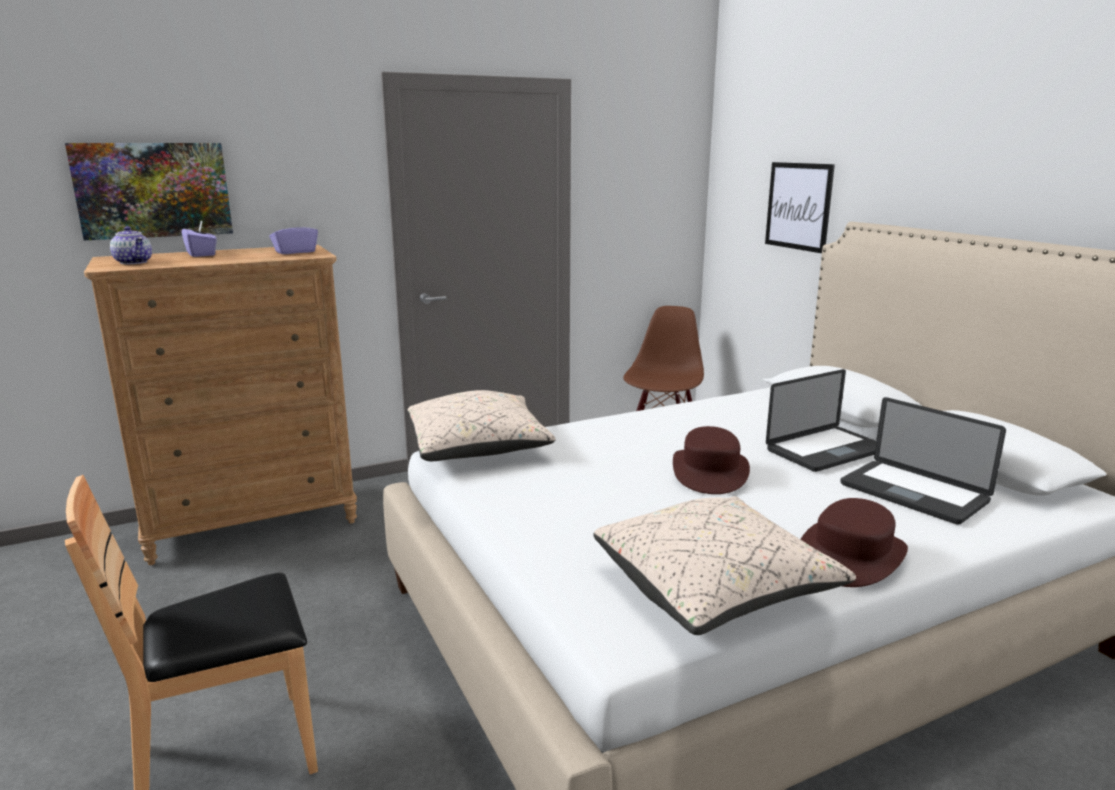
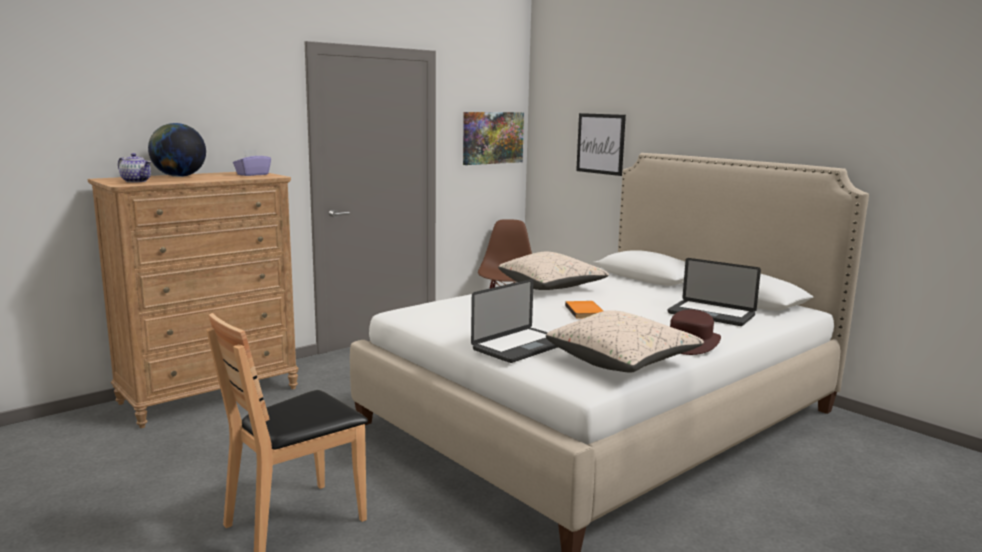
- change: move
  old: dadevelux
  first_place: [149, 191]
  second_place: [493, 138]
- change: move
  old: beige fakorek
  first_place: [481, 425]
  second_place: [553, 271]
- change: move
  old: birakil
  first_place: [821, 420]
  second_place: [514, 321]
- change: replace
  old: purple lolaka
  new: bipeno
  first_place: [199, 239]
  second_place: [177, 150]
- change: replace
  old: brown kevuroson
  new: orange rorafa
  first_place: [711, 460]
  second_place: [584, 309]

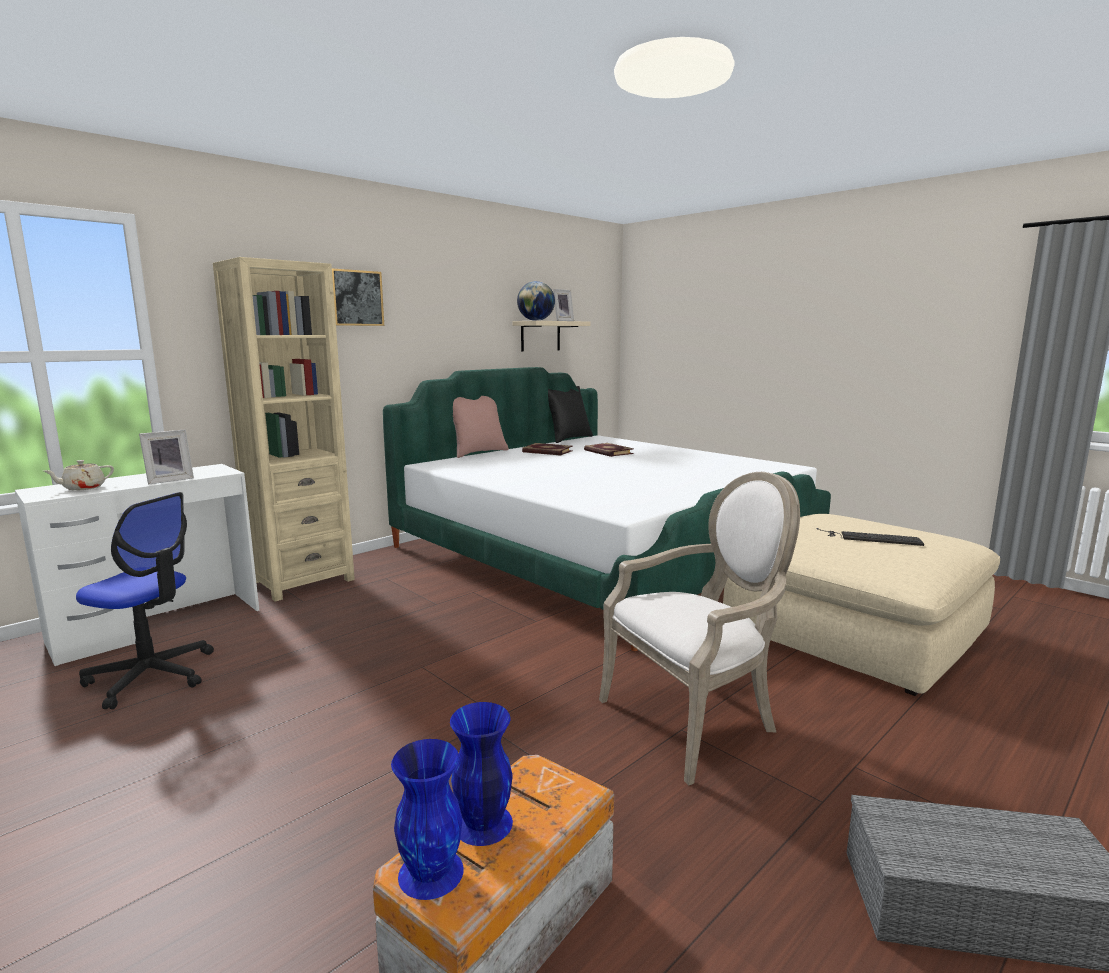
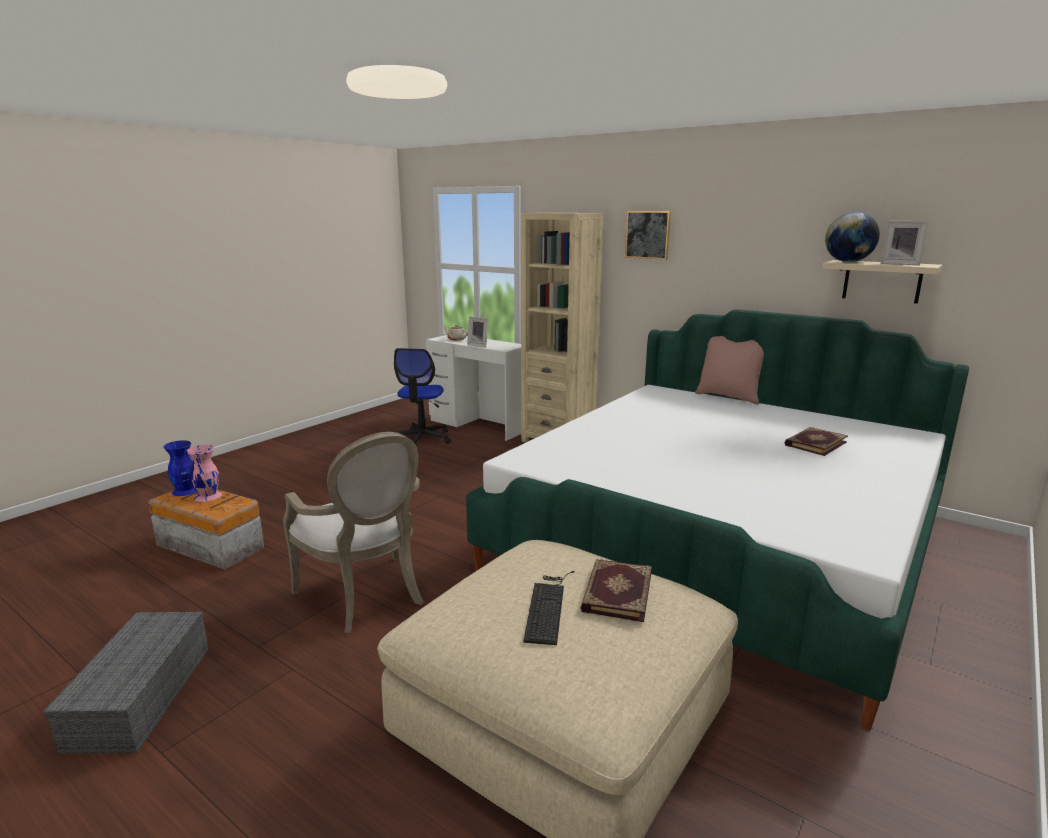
- change: delete
  old: black fakorek
  first_place: [570, 414]
- change: move
  old: rorafa
  first_place: [547, 449]
  second_place: [616, 590]
- change: recolor
  old: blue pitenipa
  new: pink pitenipa
  first_place: [481, 774]
  second_place: [204, 473]

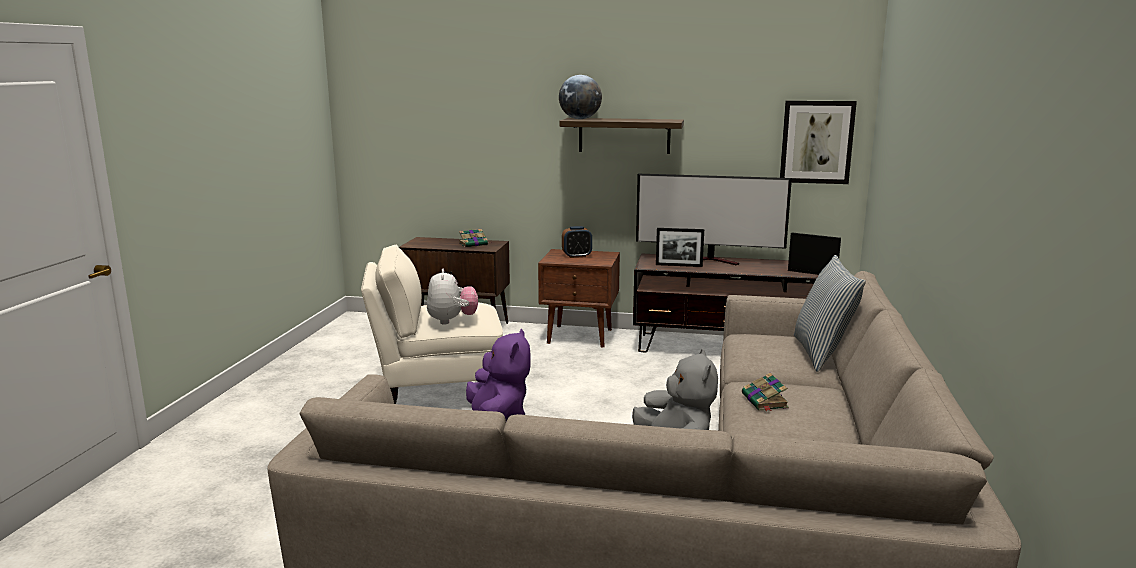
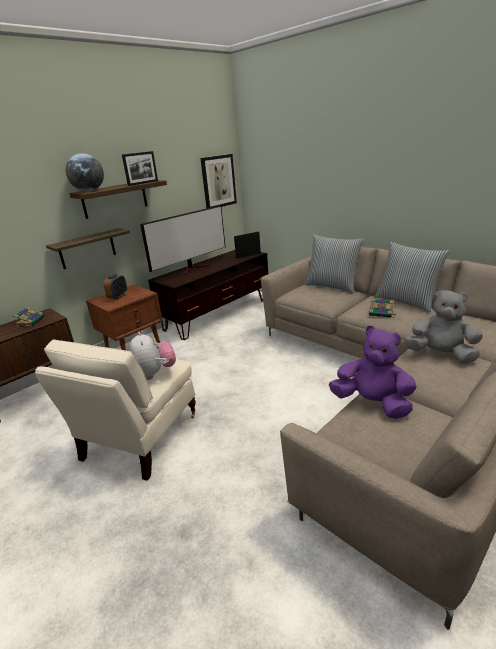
- change: insert
  new: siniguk
  second_place: [88, 248]
- change: insert
  new: fakorek
  second_place: [412, 277]
- change: move
  old: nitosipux
  first_place: [680, 247]
  second_place: [140, 168]
- change: rotate
  old: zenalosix
  first_place: [452, 297]
  second_place: [153, 356]
  degrees: 45

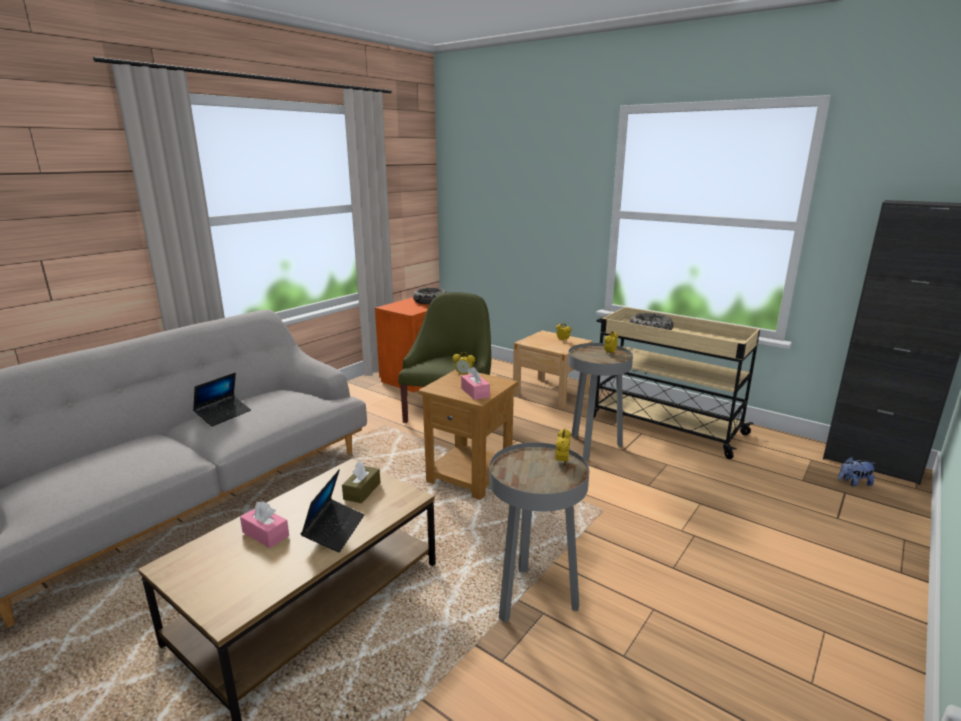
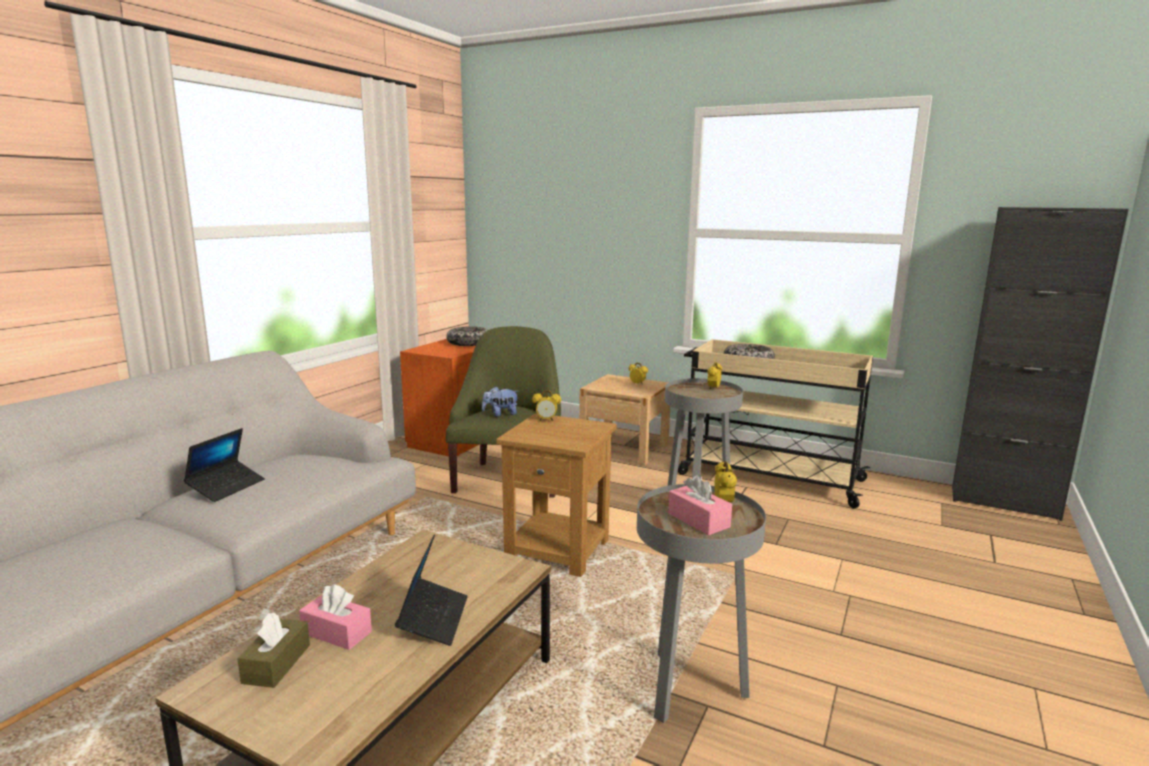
- change: move
  old: brown lolaka
  first_place: [361, 482]
  second_place: [273, 650]
- change: move
  old: pink lolaka
  first_place: [475, 383]
  second_place: [700, 505]
- change: move
  old: zenalosix
  first_place: [857, 472]
  second_place: [500, 401]

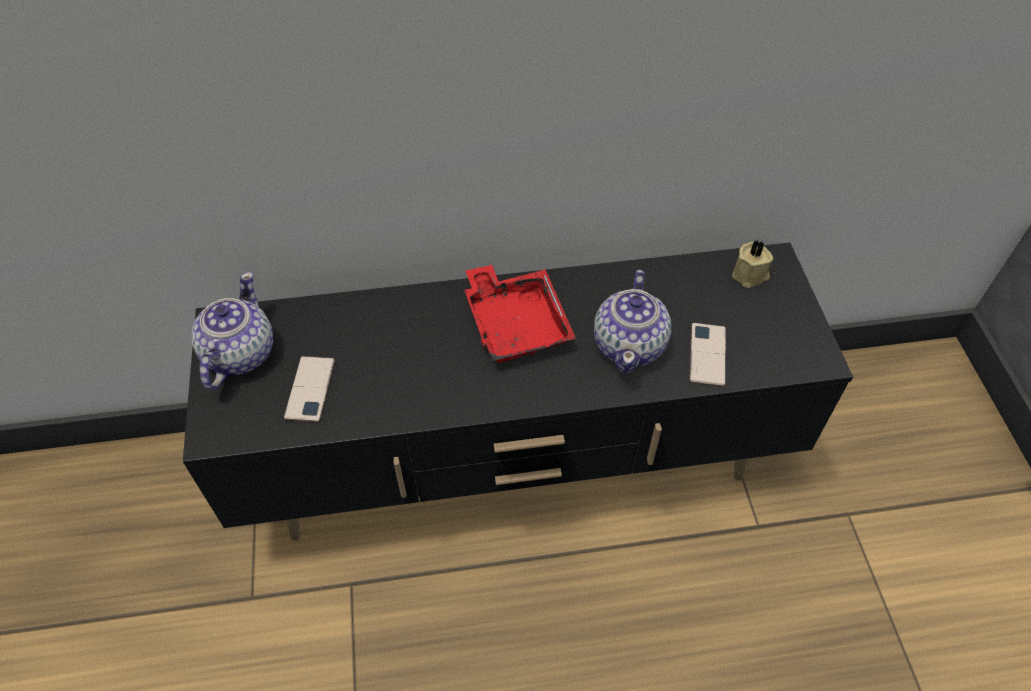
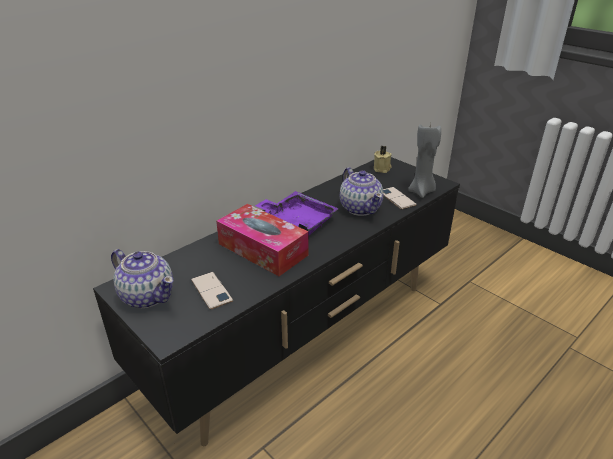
- change: insert
  new: lolaka
  second_place: [262, 240]
- change: insert
  new: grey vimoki
  second_place: [424, 160]
- change: recolor
  old: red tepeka
  new: purple tepeka
  first_place: [520, 313]
  second_place: [296, 213]
- change: rotate
  old: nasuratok
  first_place: [232, 331]
  second_place: [142, 278]
  degrees: 150

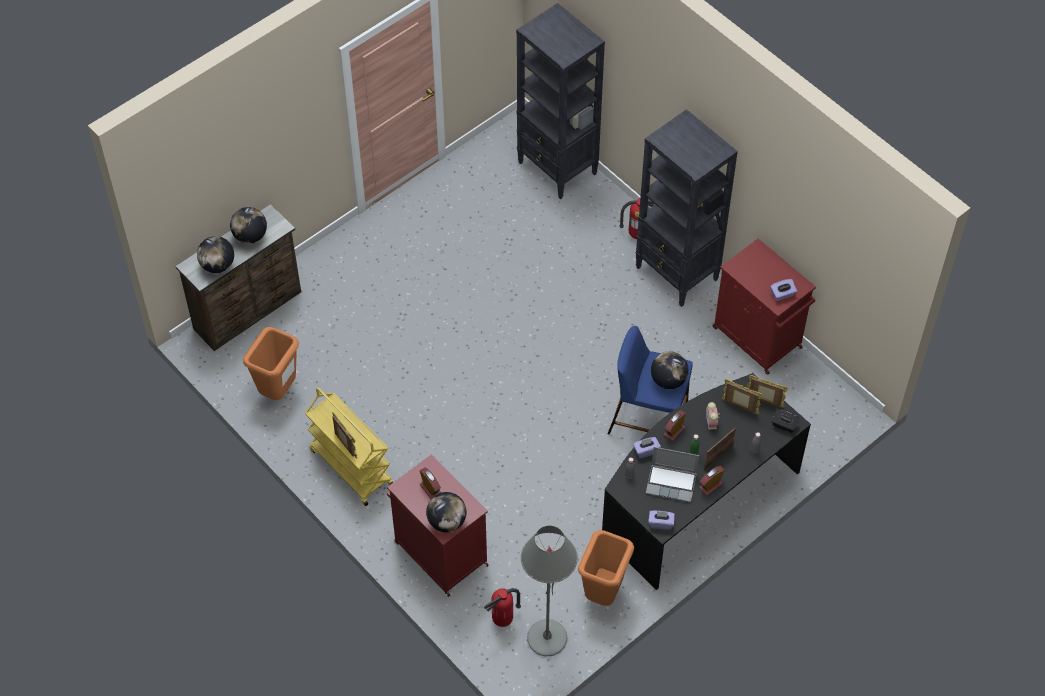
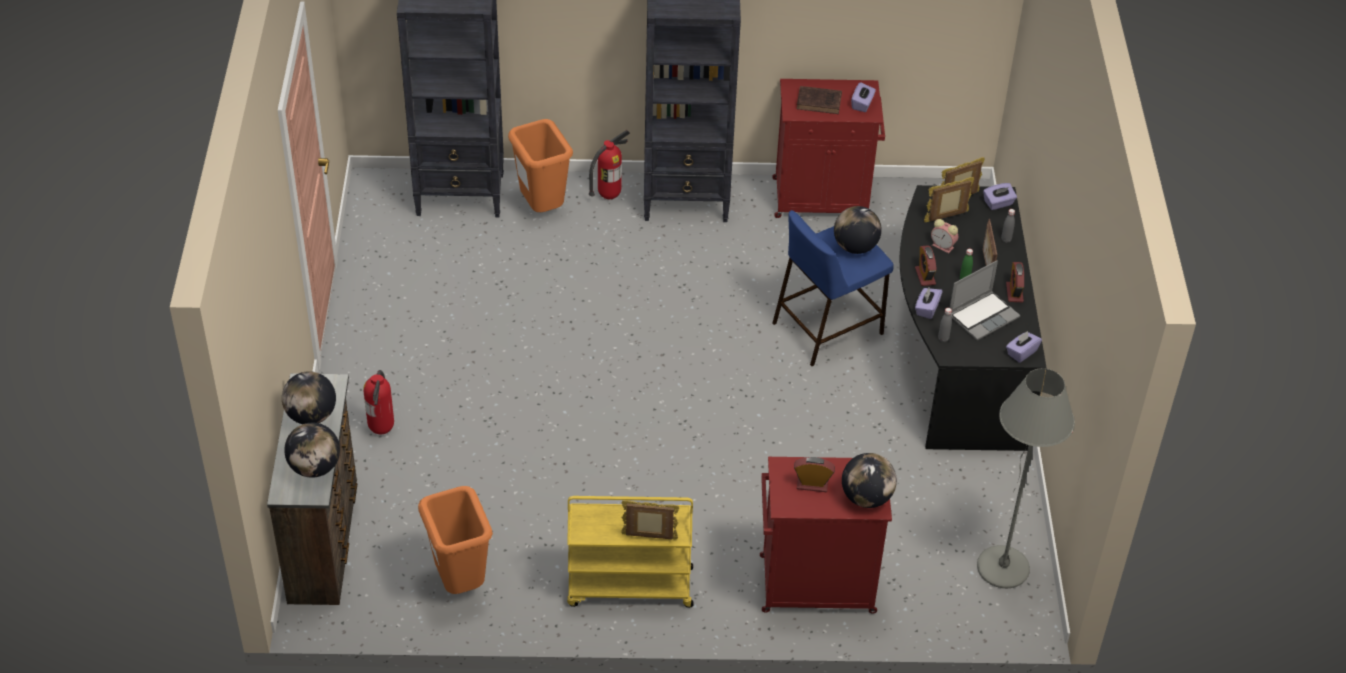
- change: insert
  new: brown rorafa
  second_place: [819, 100]
- change: move
  old: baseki
  first_place: [502, 607]
  second_place: [378, 402]
- change: move
  old: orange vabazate
  first_place: [606, 568]
  second_place: [540, 165]
- change: recolor
  old: black lolaka
  new: purple lolaka
  first_place: [786, 421]
  second_place: [1000, 196]

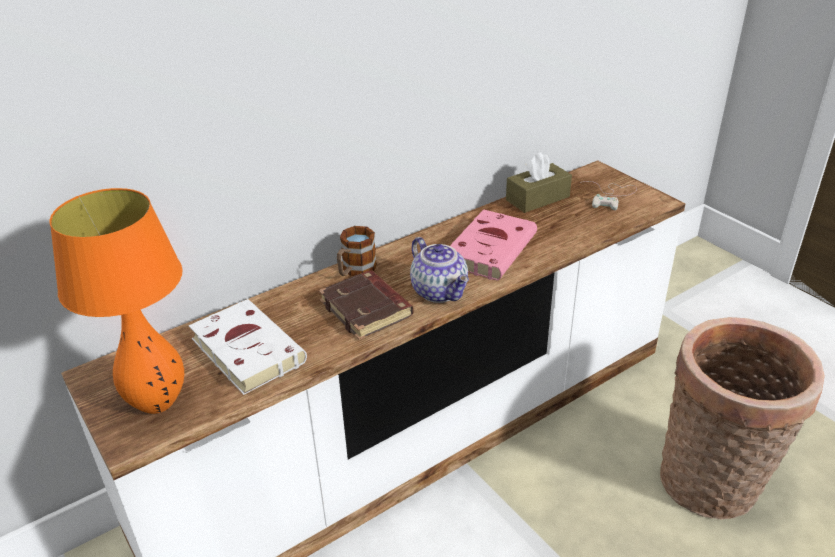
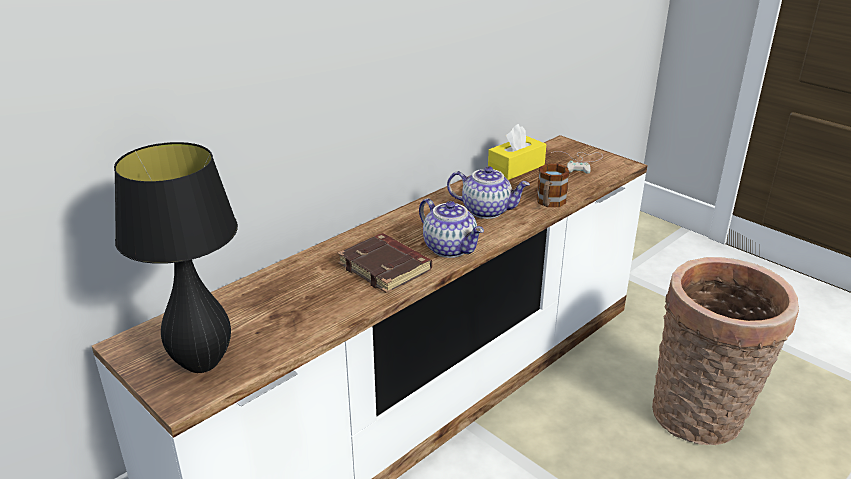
- change: delete
  old: white rorafa
  first_place: [248, 347]
- change: move
  old: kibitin
  first_place: [357, 251]
  second_place: [553, 185]
- change: replace
  old: pink rorafa
  new: nasuratok
  first_place: [493, 245]
  second_place: [488, 192]
- change: recolor
  old: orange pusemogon
  new: black pusemogon
  first_place: [117, 301]
  second_place: [176, 257]
- change: recolor
  old: brown lolaka
  new: yellow lolaka
  first_place: [539, 182]
  second_place: [517, 152]

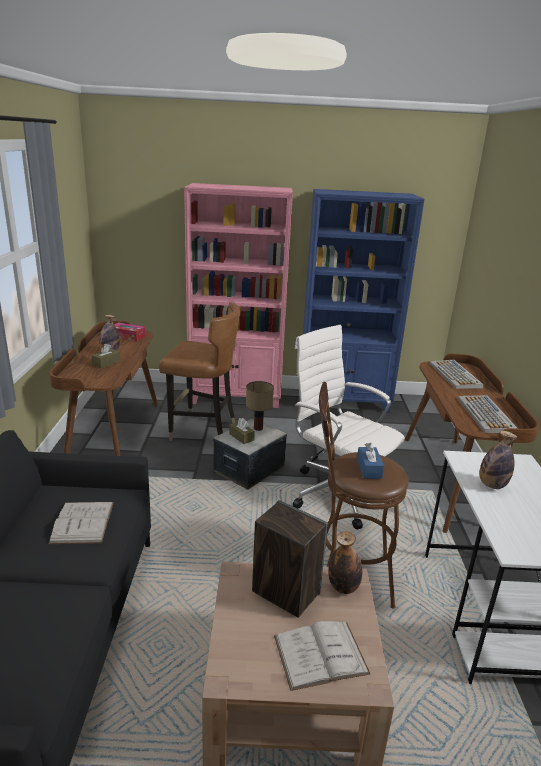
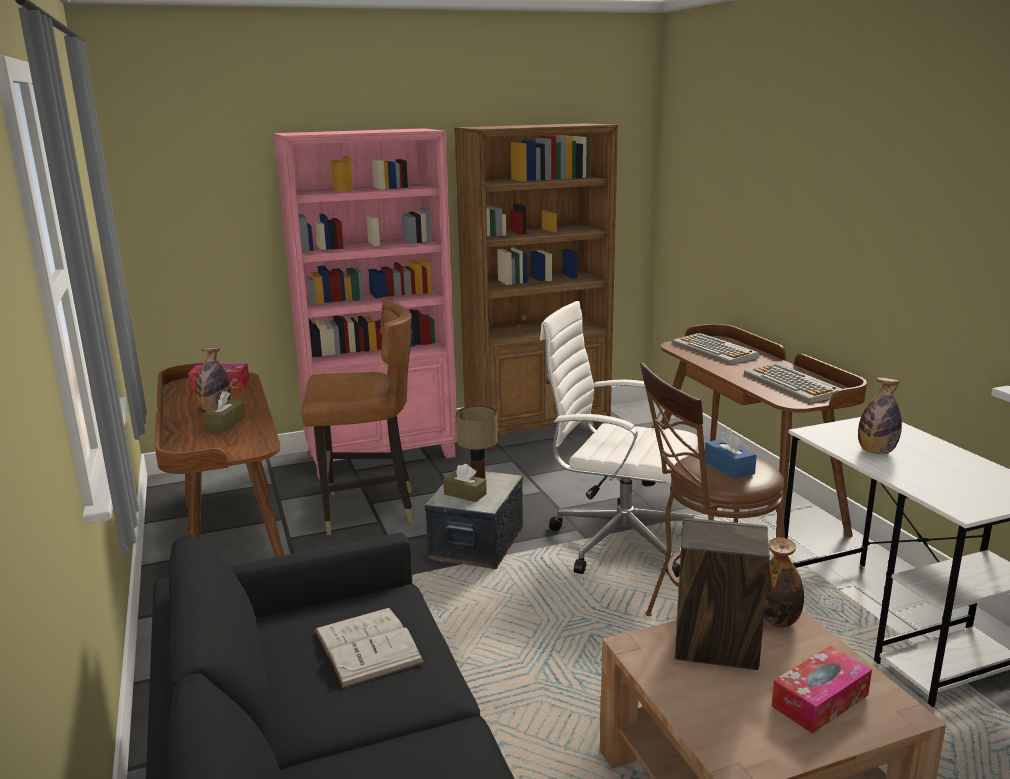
- change: replace
  old: white rorafa
  new: lolaka
  first_place: [322, 656]
  second_place: [821, 690]
- change: recolor
  old: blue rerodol
  new: brown rerodol
  first_place: [363, 301]
  second_place: [536, 287]

